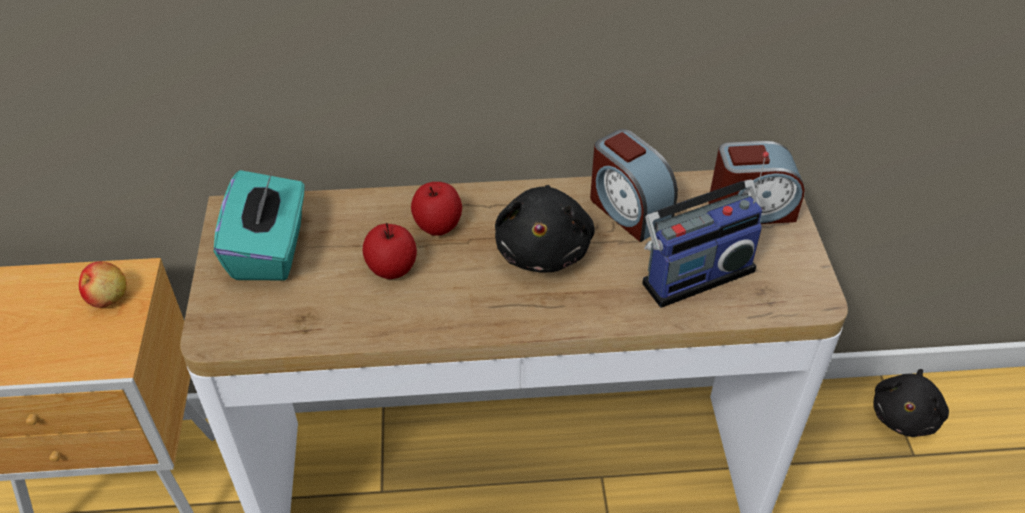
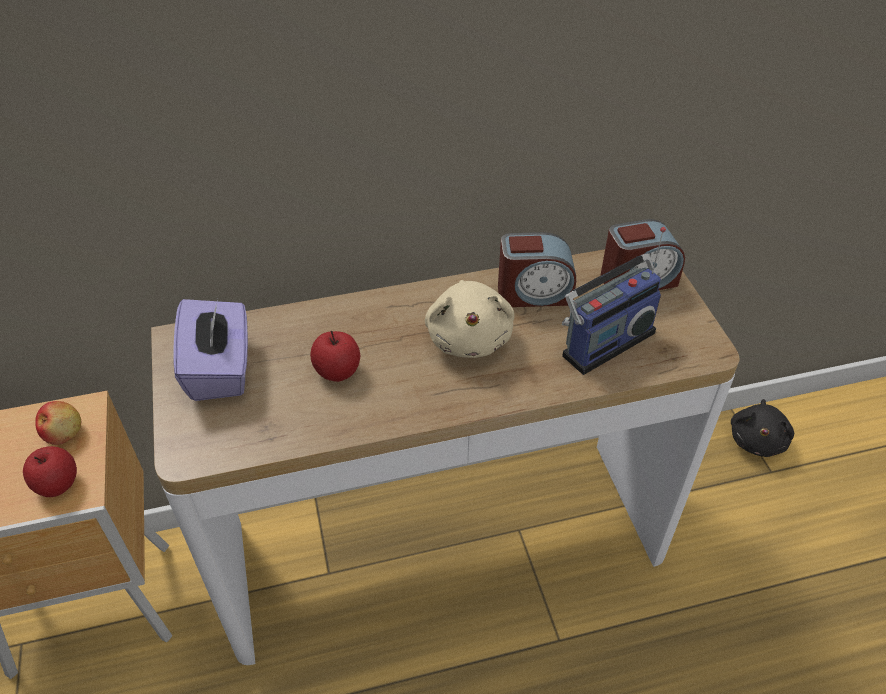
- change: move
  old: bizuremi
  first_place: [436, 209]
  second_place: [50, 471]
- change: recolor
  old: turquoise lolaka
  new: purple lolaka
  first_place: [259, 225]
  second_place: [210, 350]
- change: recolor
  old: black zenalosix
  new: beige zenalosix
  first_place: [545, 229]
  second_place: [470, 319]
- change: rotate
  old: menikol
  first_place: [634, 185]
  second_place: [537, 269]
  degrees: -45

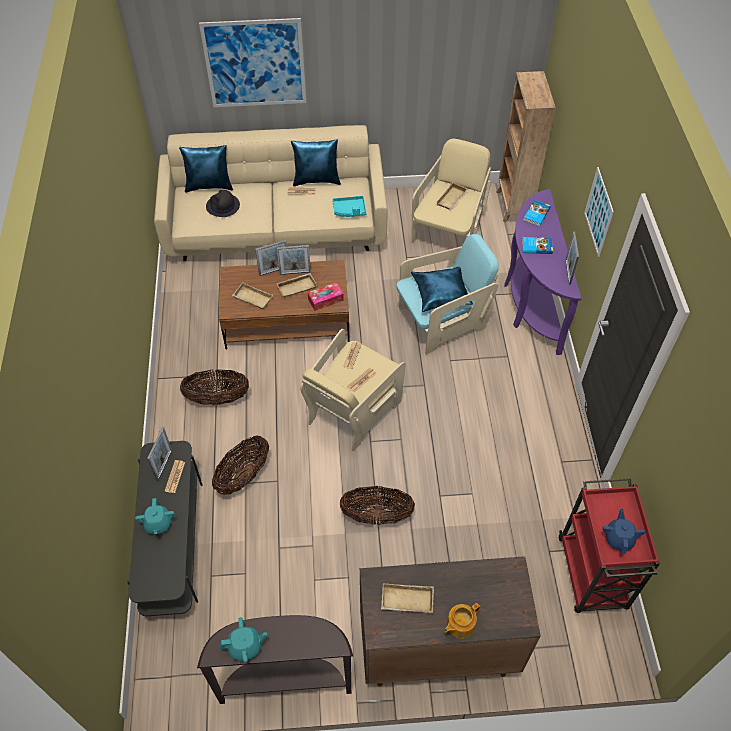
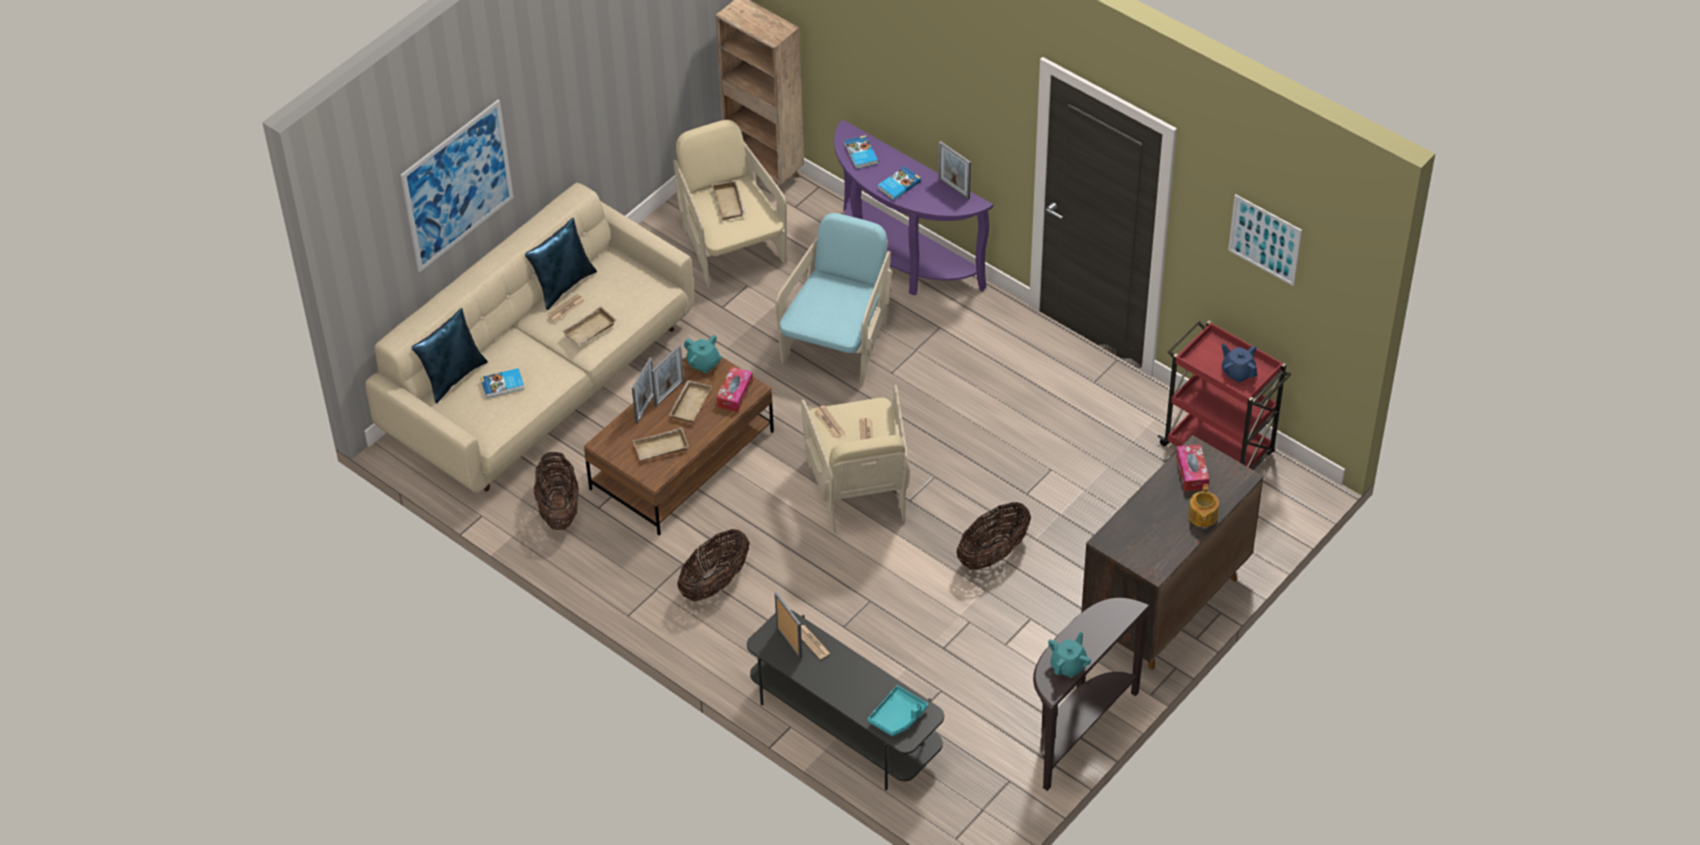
- change: delete
  old: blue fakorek
  first_place: [442, 289]
- change: insert
  new: lolaka
  second_place: [1192, 467]
- change: move
  old: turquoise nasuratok
  first_place: [155, 516]
  second_place: [703, 354]
- change: move
  old: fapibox
  first_place: [240, 465]
  second_place: [556, 491]
- change: move
  old: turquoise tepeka
  first_place: [349, 206]
  second_place: [898, 710]
- change: move
  old: beige tepeka
  first_place: [407, 598]
  second_place: [589, 326]
- change: move
  old: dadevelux
  first_place: [599, 212]
  second_place: [1265, 240]
- change: replace
  old: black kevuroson
  new: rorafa
  first_place: [223, 203]
  second_place: [502, 383]

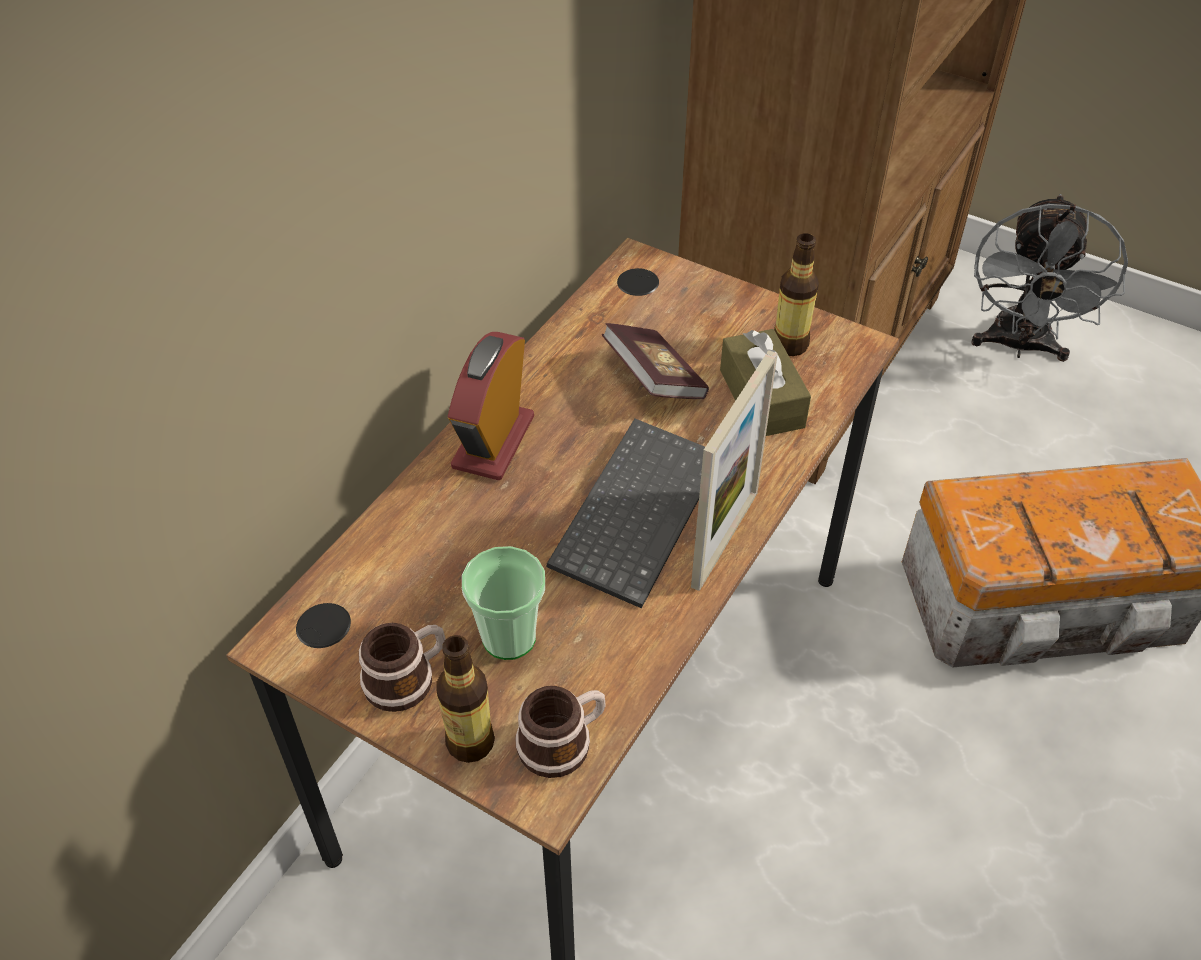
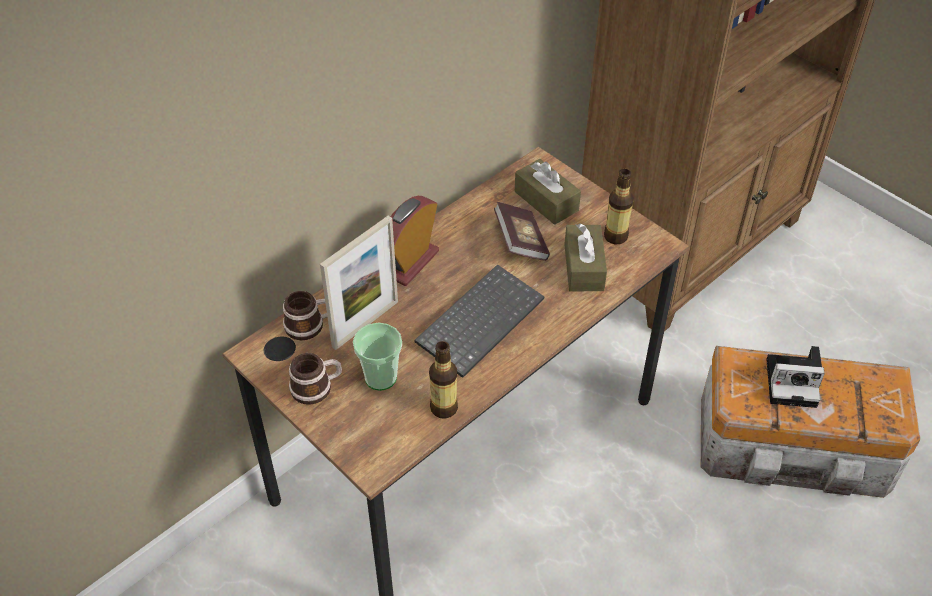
- change: delete
  old: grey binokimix
  first_place: [1049, 278]
- change: insert
  new: brown lolaka
  second_place: [548, 192]
- change: insert
  new: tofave
  second_place: [795, 377]
- change: move
  old: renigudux
  first_place: [465, 699]
  second_place: [443, 380]
- change: move
  old: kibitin
  first_place: [560, 732]
  second_place: [305, 315]
- change: move
  old: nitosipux
  first_place: [734, 470]
  second_place: [359, 283]

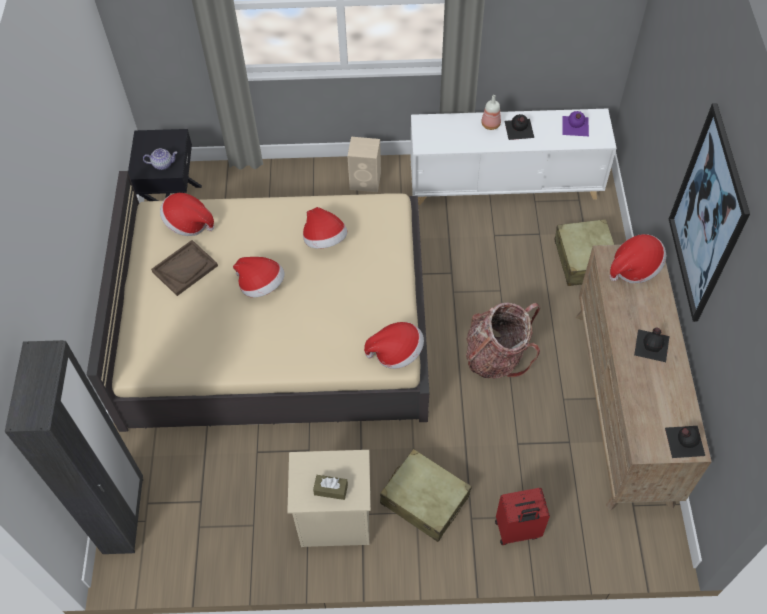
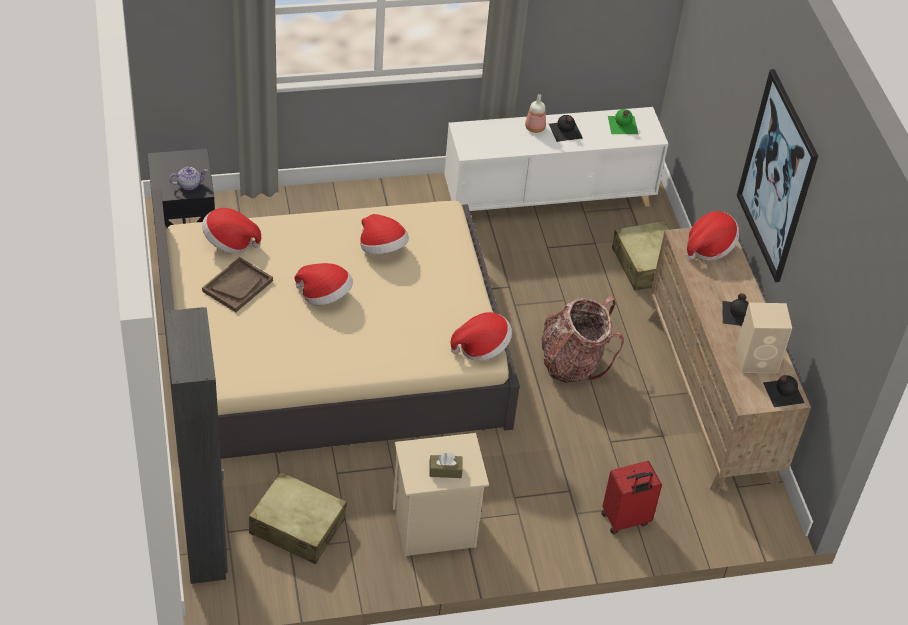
- change: move
  old: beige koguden
  first_place: [364, 164]
  second_place: [764, 338]
- change: move
  old: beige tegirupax
  first_place: [426, 495]
  second_place: [298, 518]
- change: recolor
  old: purple renigudux
  new: green renigudux
  first_place: [575, 123]
  second_place: [623, 121]

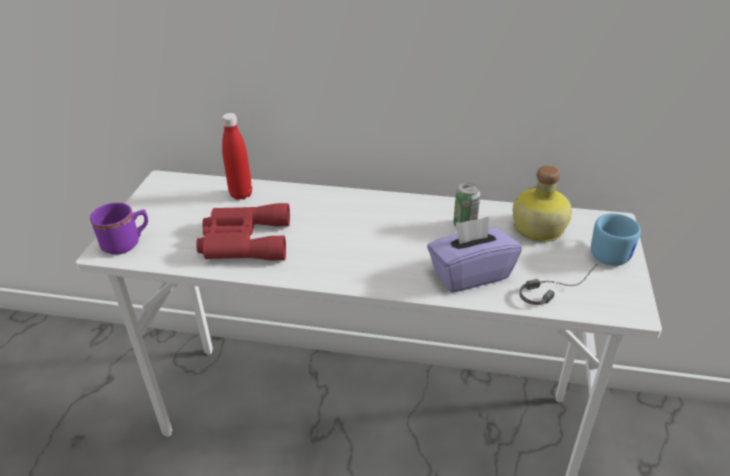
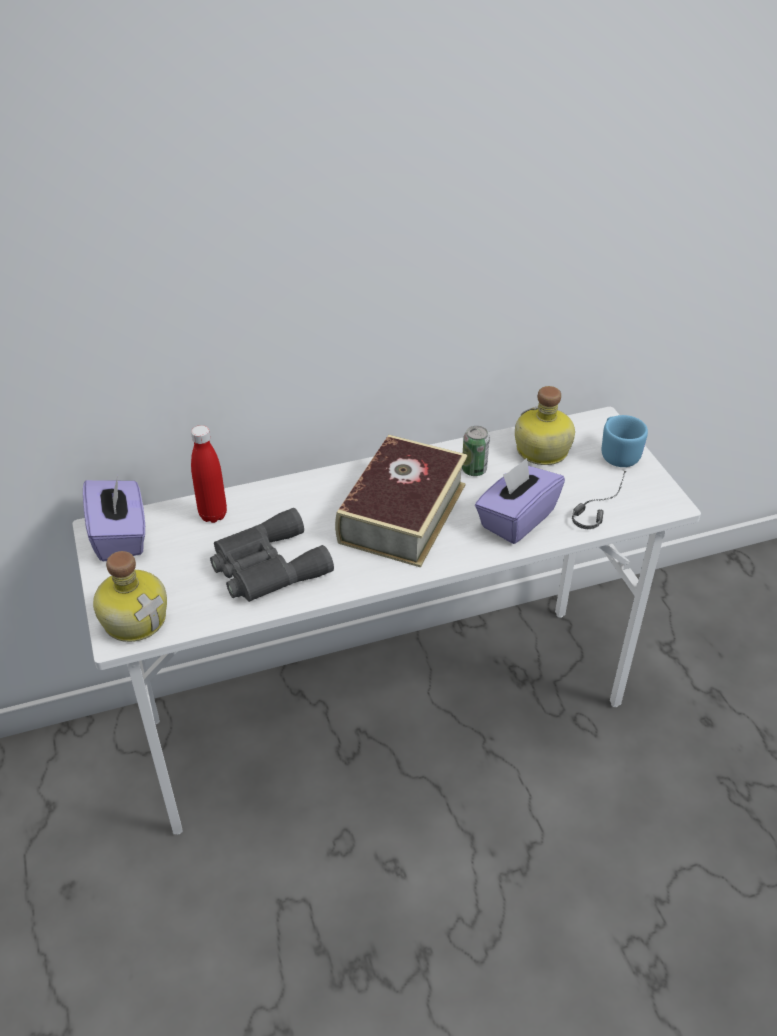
- change: insert
  new: purple lolaka
  second_place: [114, 518]
- change: insert
  new: rorafa
  second_place: [401, 501]
- change: replace
  old: purple kibitin
  new: renigudux
  first_place: [119, 229]
  second_place: [130, 596]
- change: recolor
  old: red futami
  new: grey futami
  first_place: [243, 232]
  second_place: [272, 555]

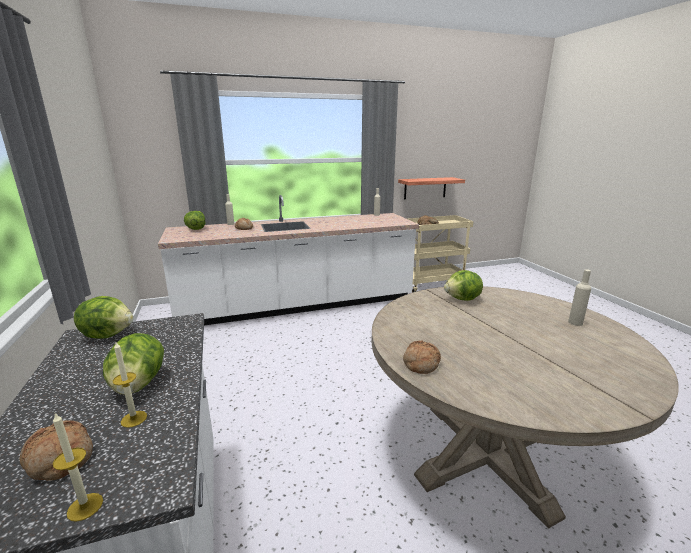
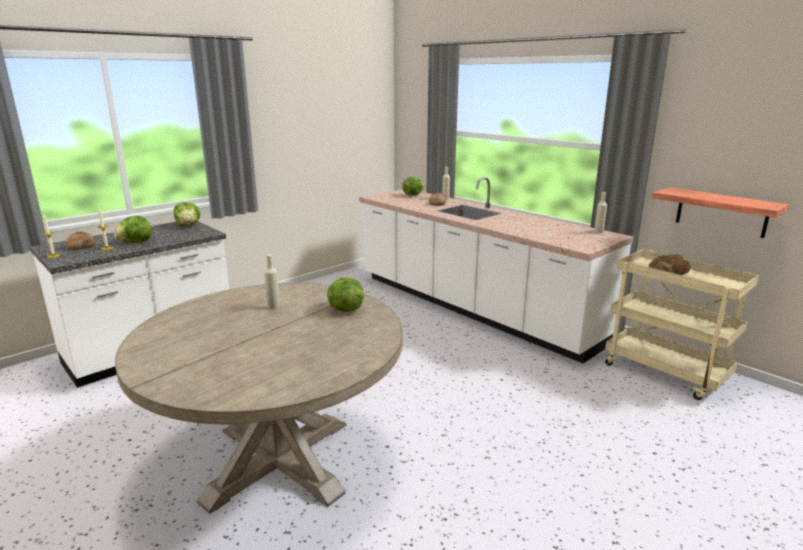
- change: delete
  old: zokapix
  first_place: [422, 357]
- change: move
  old: beige renigudux
  first_place: [579, 297]
  second_place: [272, 281]

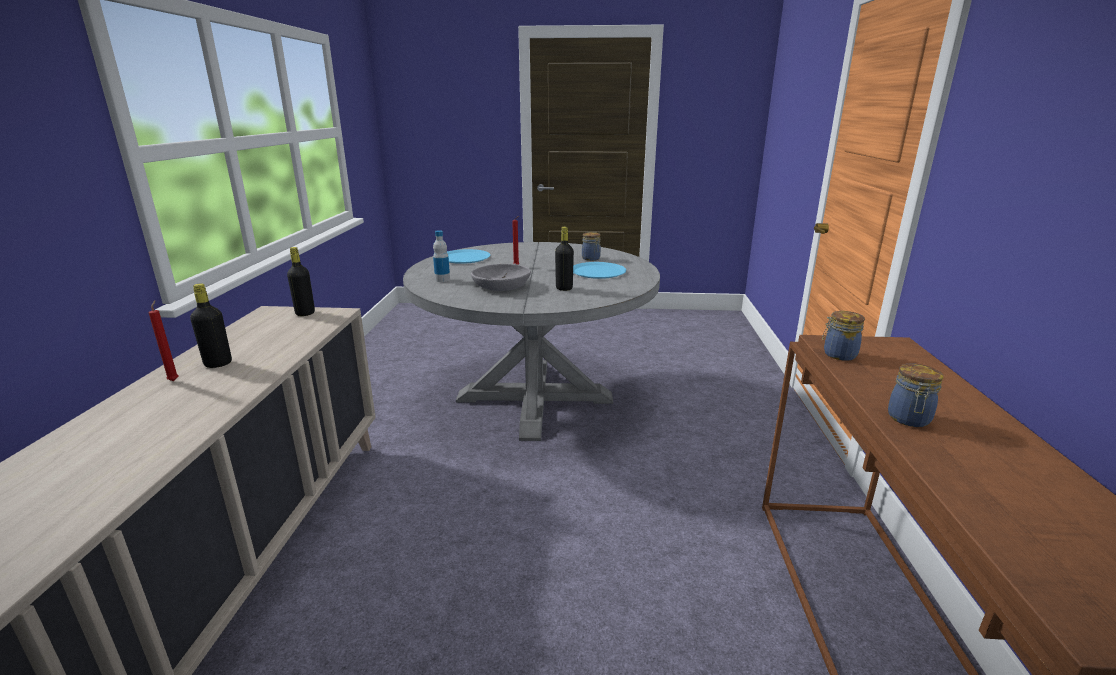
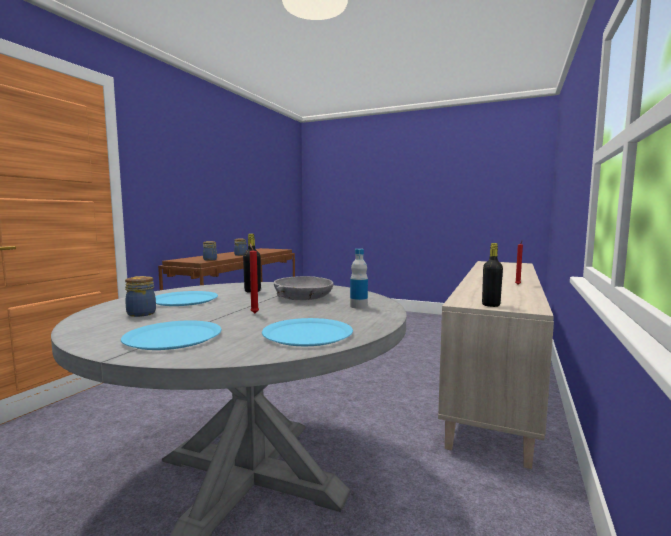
- change: delete
  old: black renigudux
  first_place: [211, 326]
- change: insert
  new: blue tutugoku
  second_place: [171, 335]

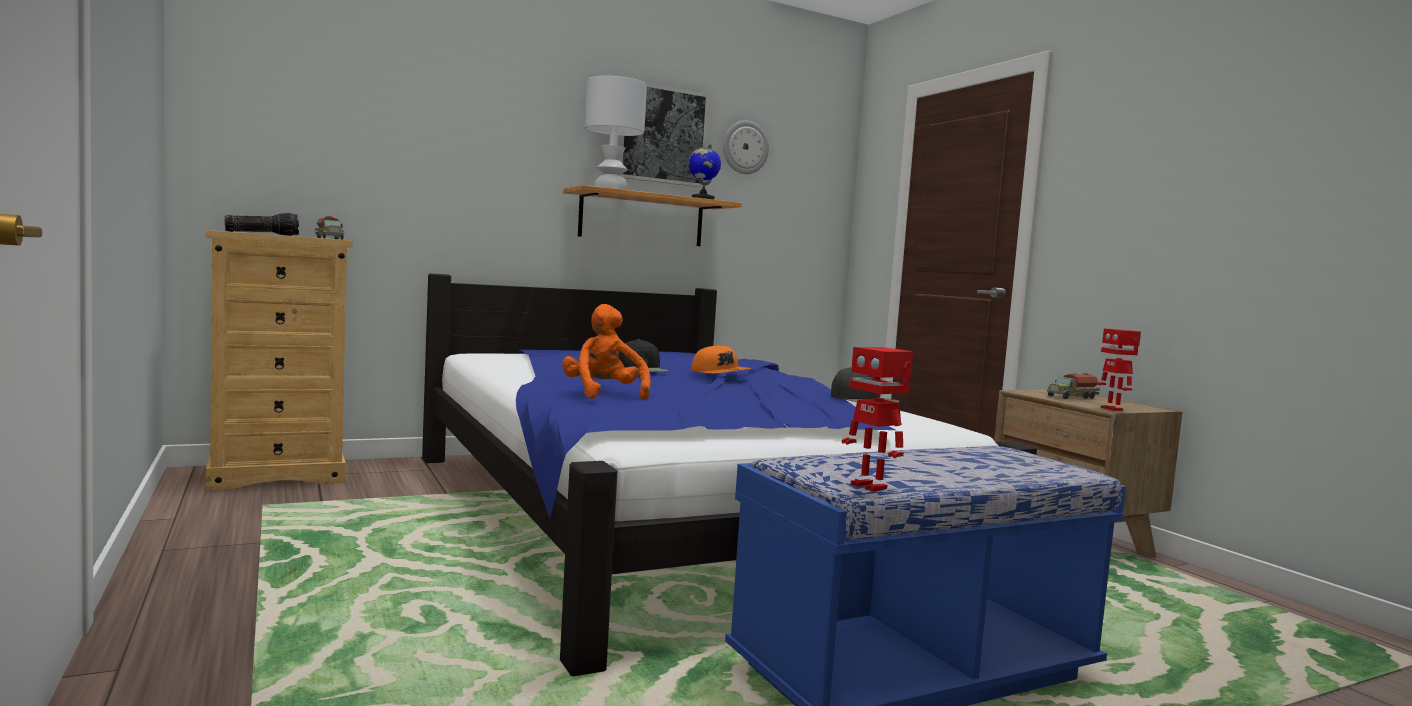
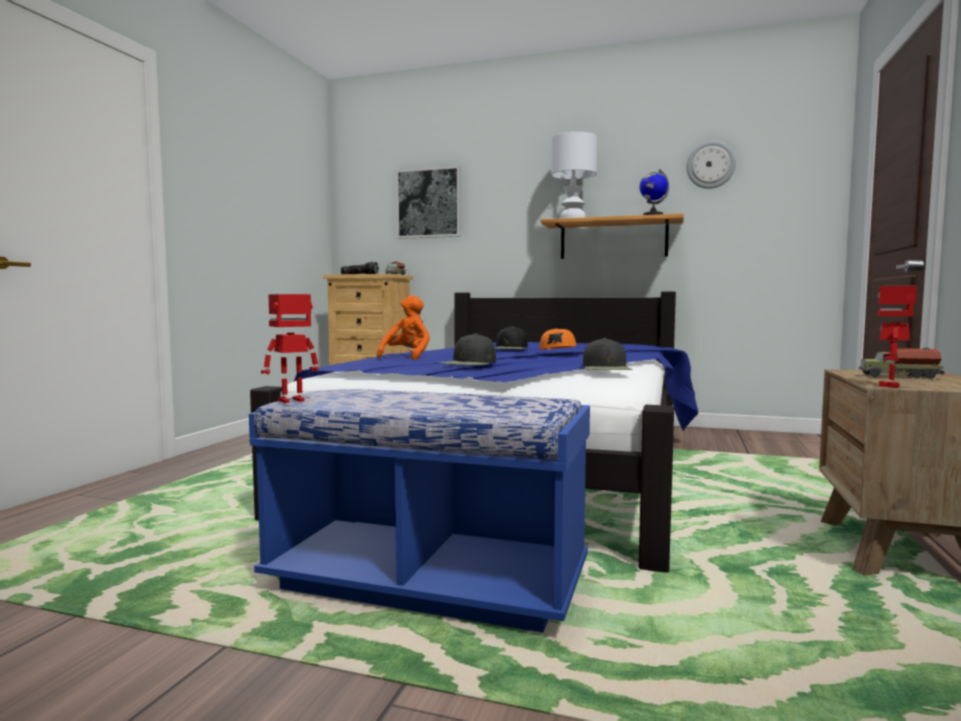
- change: insert
  new: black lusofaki
  second_place: [467, 349]
- change: move
  old: dadevelux
  first_place: [664, 135]
  second_place: [428, 202]
- change: rotate
  old: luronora
  first_place: [877, 419]
  second_place: [289, 348]
  degrees: 45

